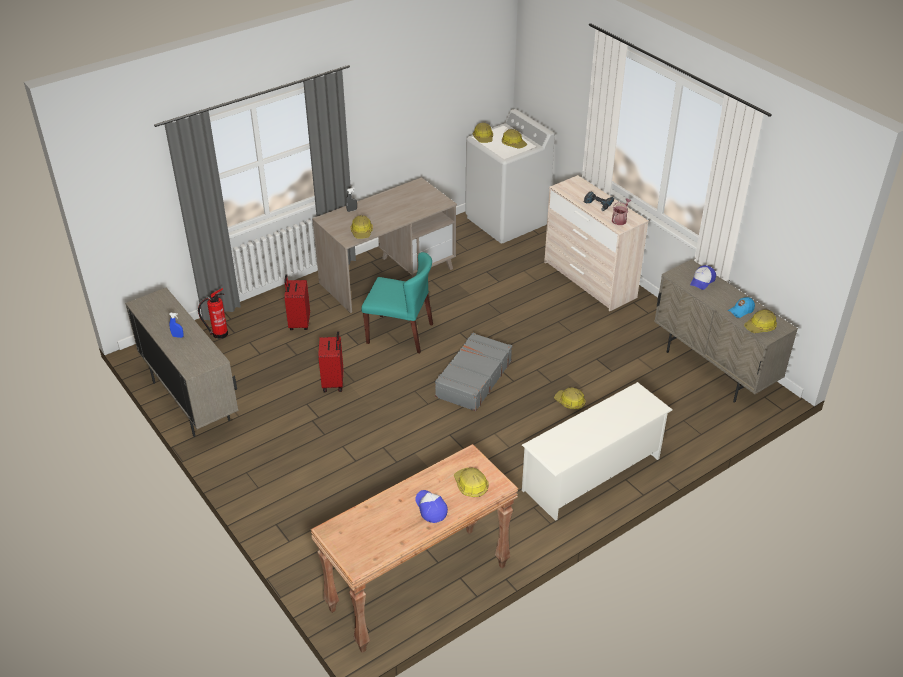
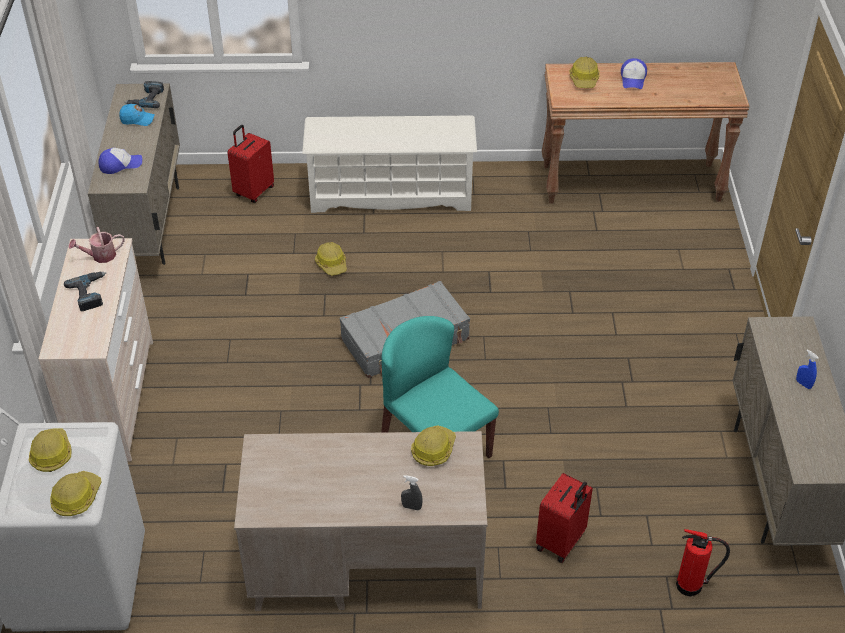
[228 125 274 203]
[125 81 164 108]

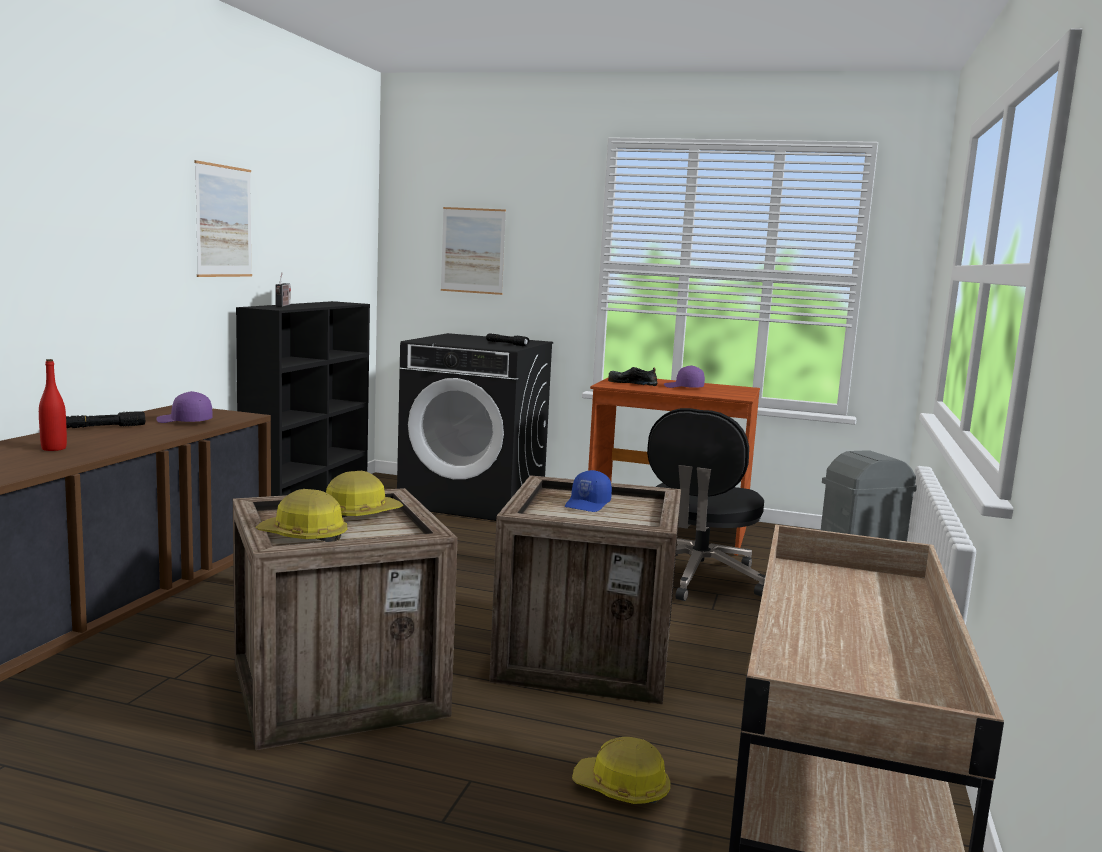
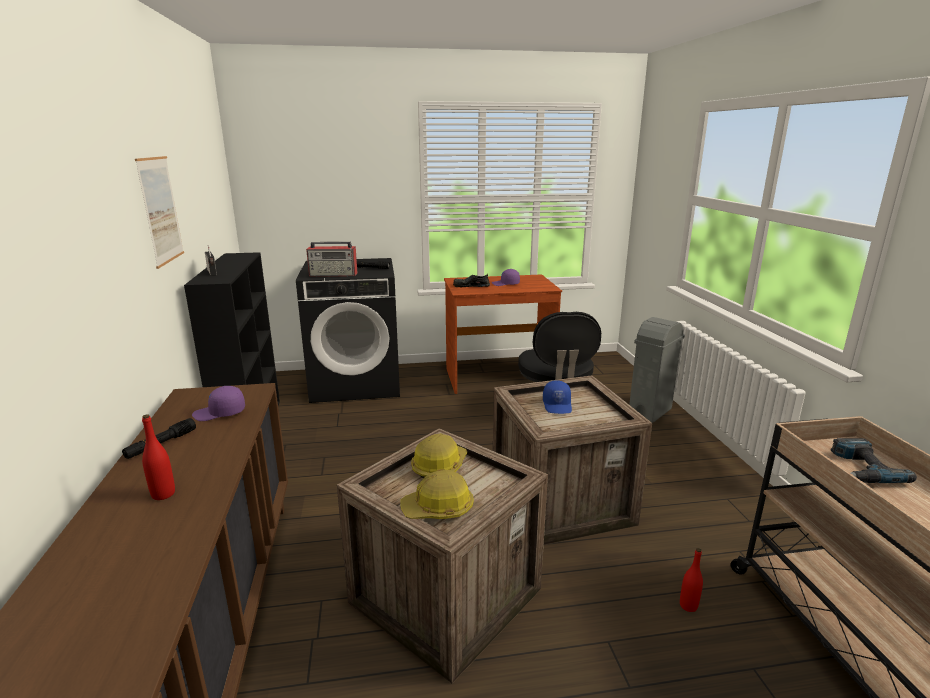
[441 207 506 295] (first image)
[306 241 357 276]
[831 438 917 483]
[680 548 703 612]

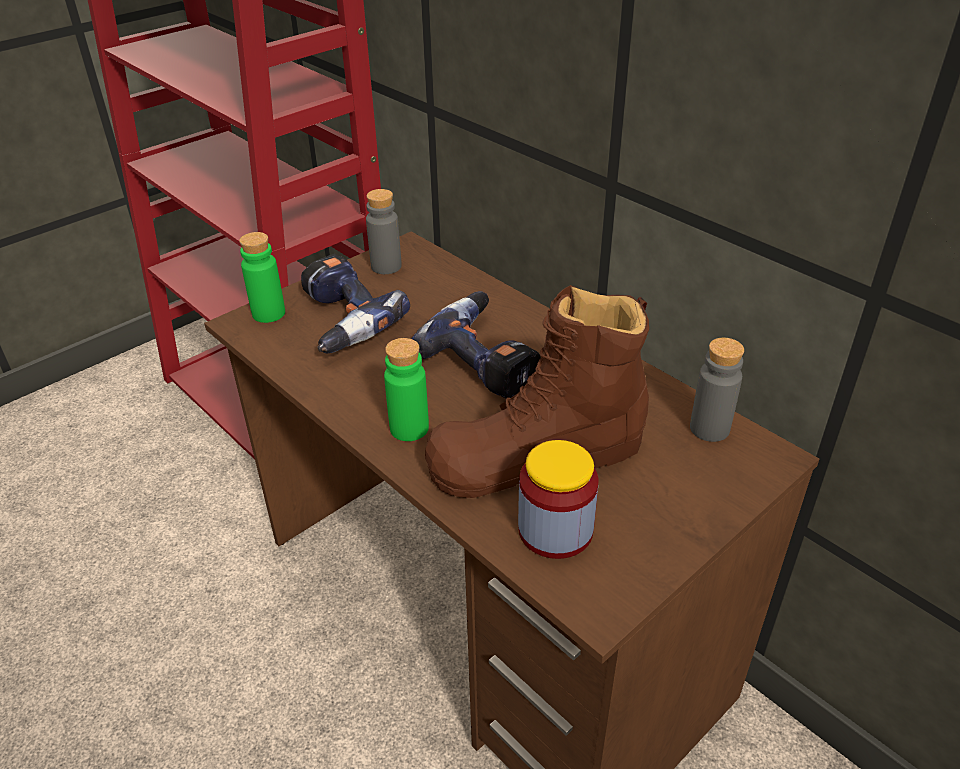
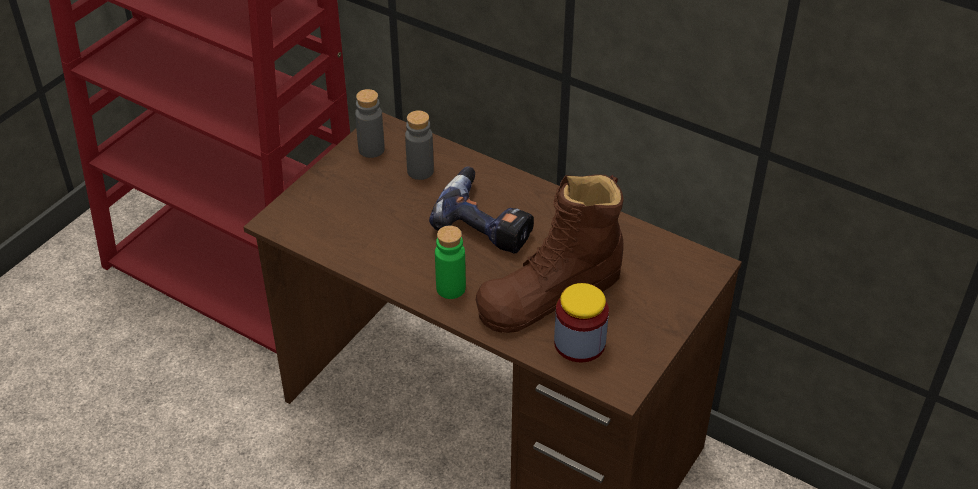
[239 232 285 323] (first image)
[301 254 410 353] (first image)
[405 110 434 180]

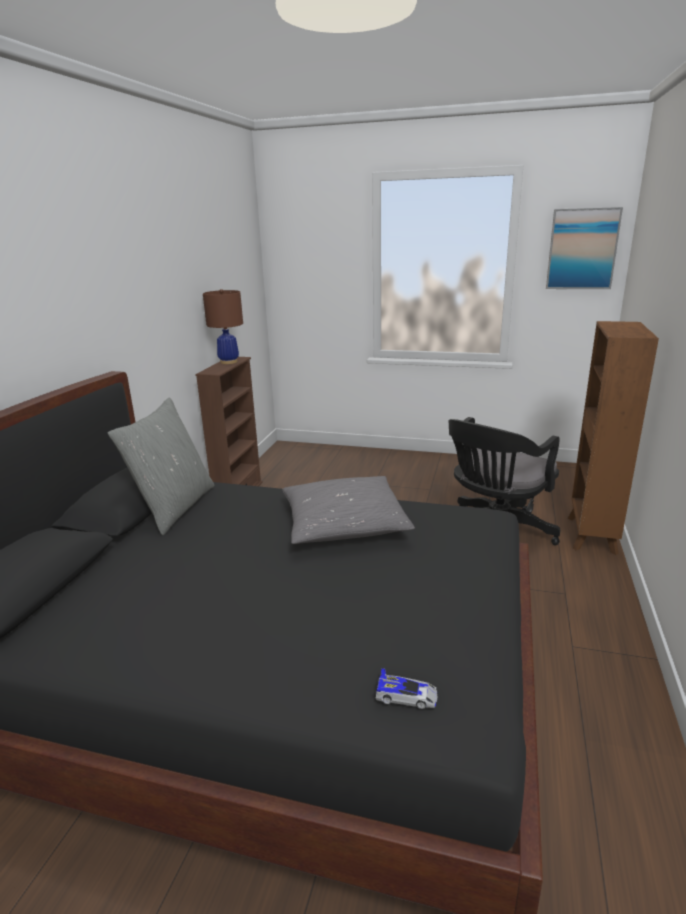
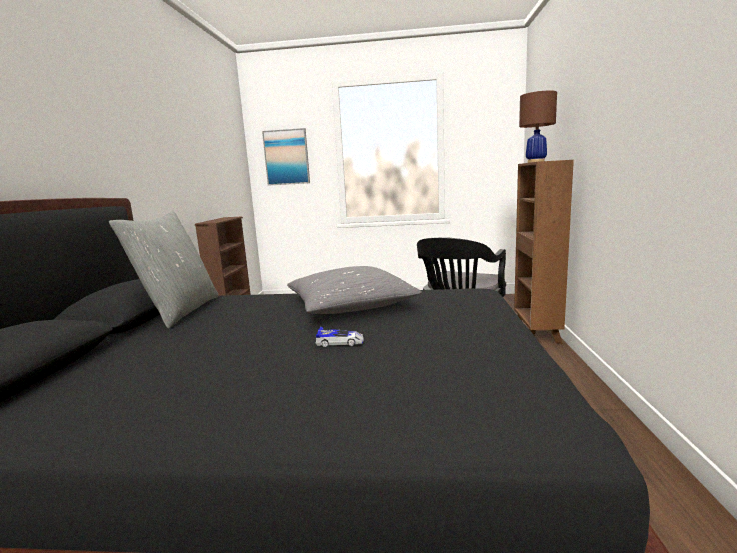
[519 91 557 163]
[316 327 364 347]
[262 128 310 186]

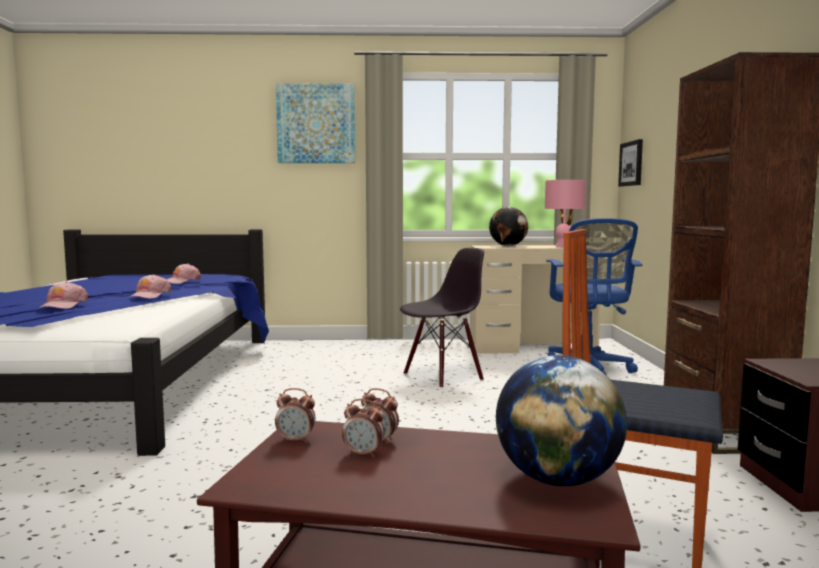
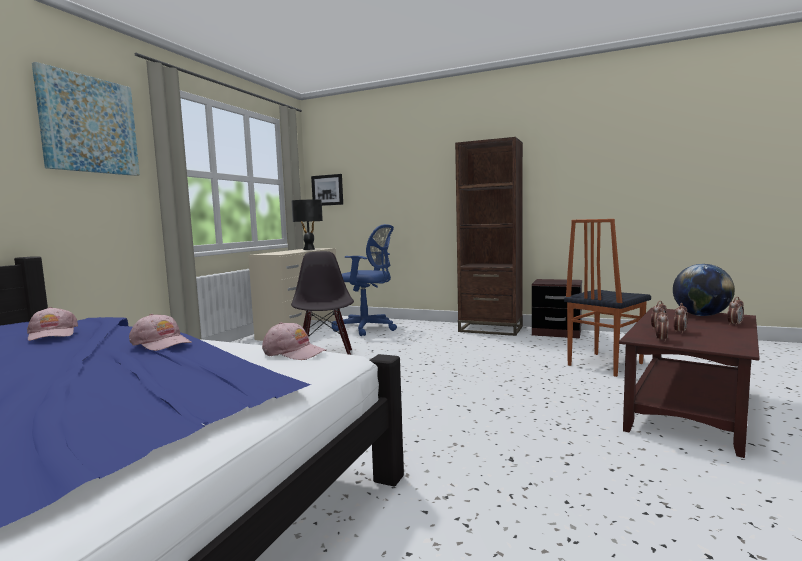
[489 207 528 246] (first image)
[727 297 744 326]
[262 322 327 360]
[292 200 323 250]

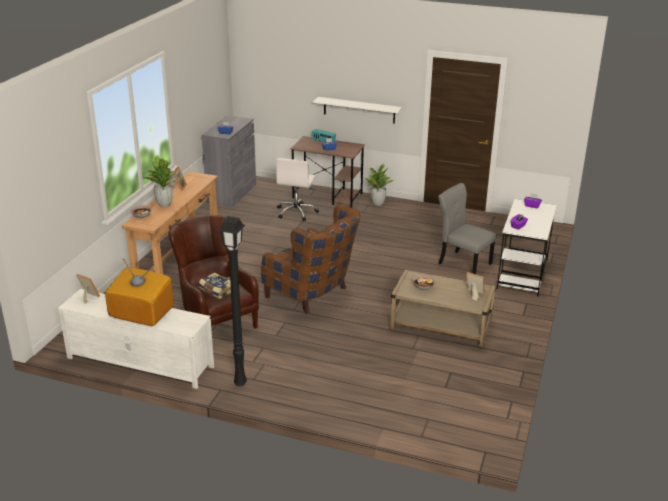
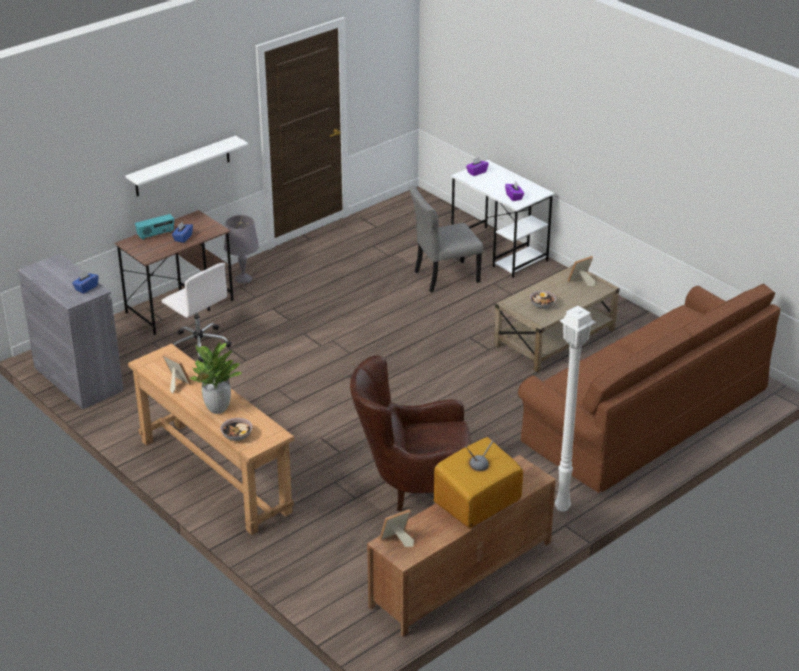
[199 273 231 299] (first image)
[261 204 360 314] (first image)
[518 284 780 493]
[224 215 259 283]
[367 455 556 637]
[555 306 596 511]

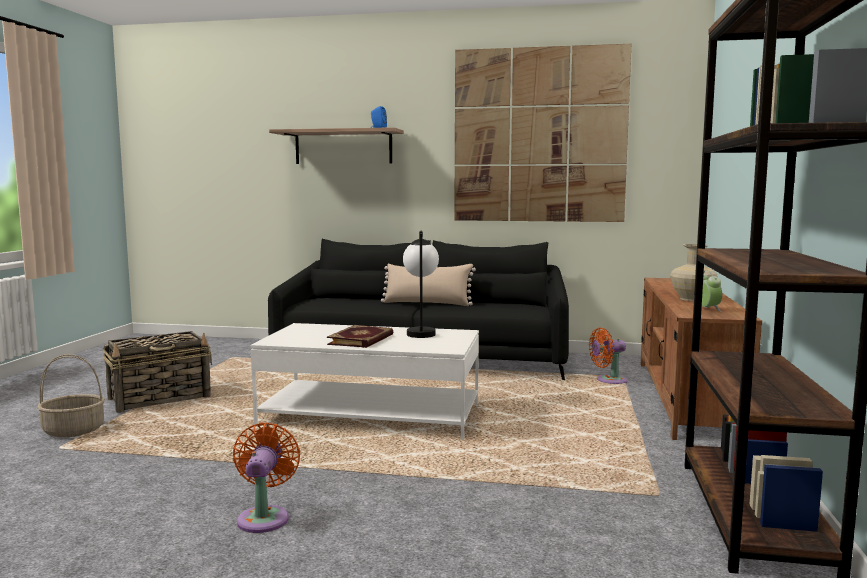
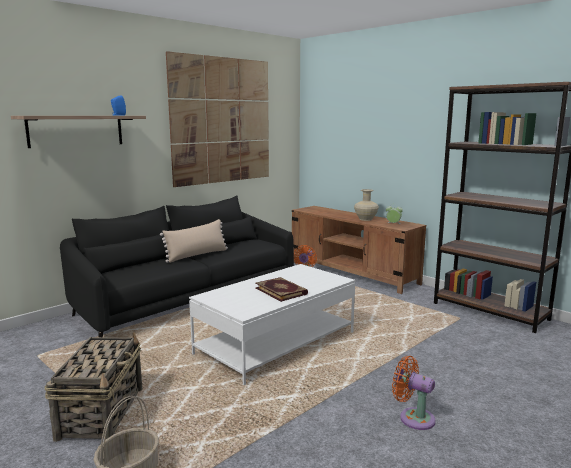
[403 231 439 338] (first image)

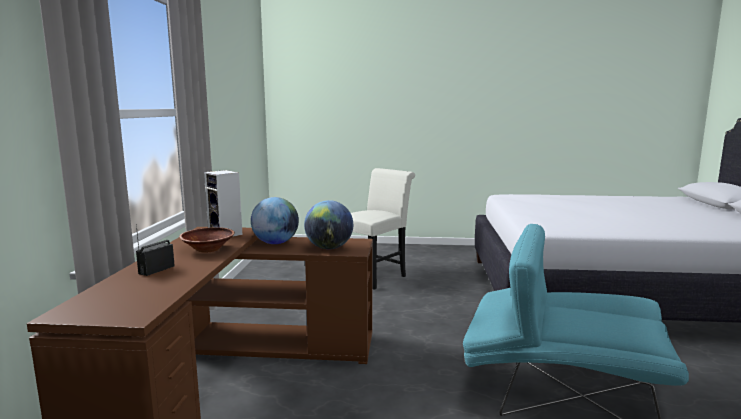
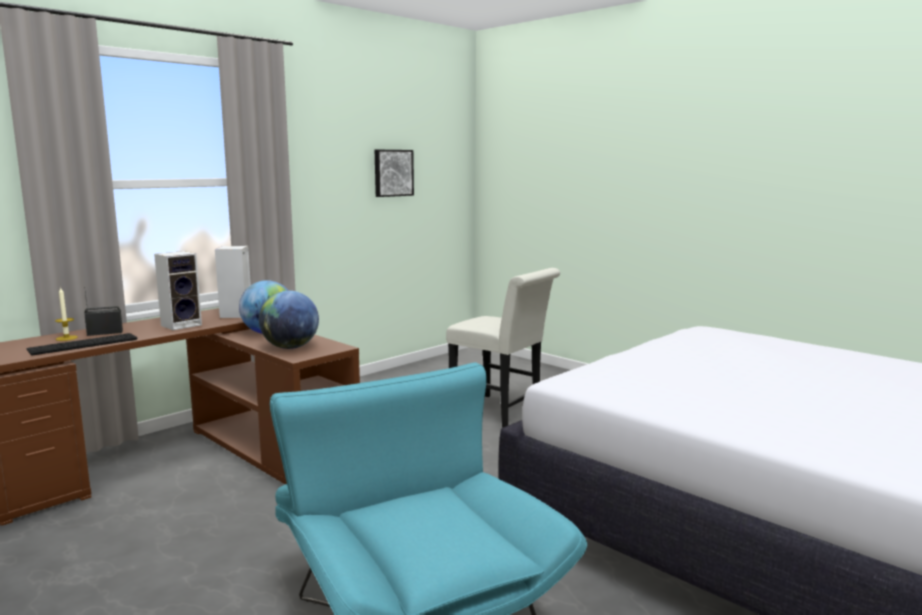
[26 333 138 355]
[55 288 78 341]
[375 150 414 197]
[154 251 202 330]
[446 268 560 427]

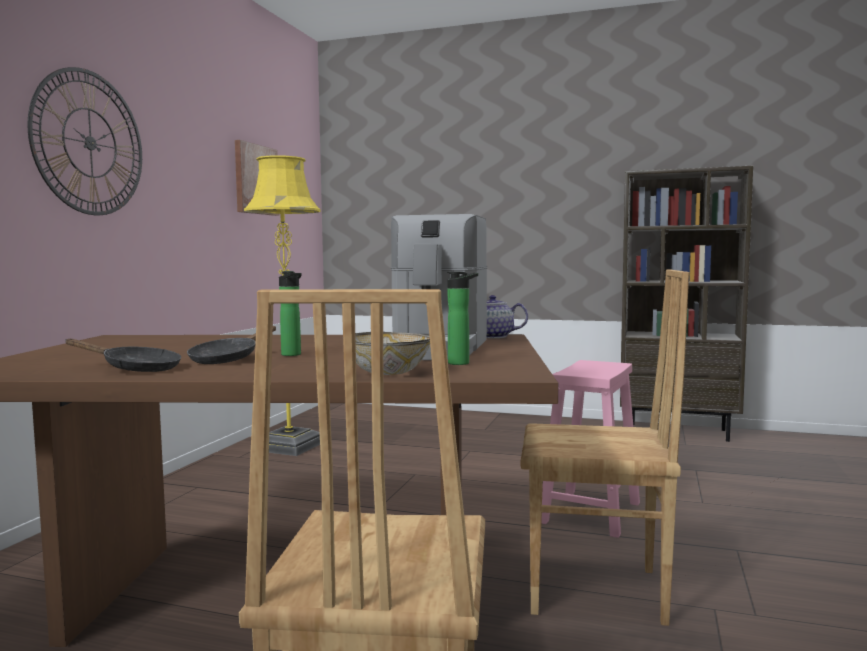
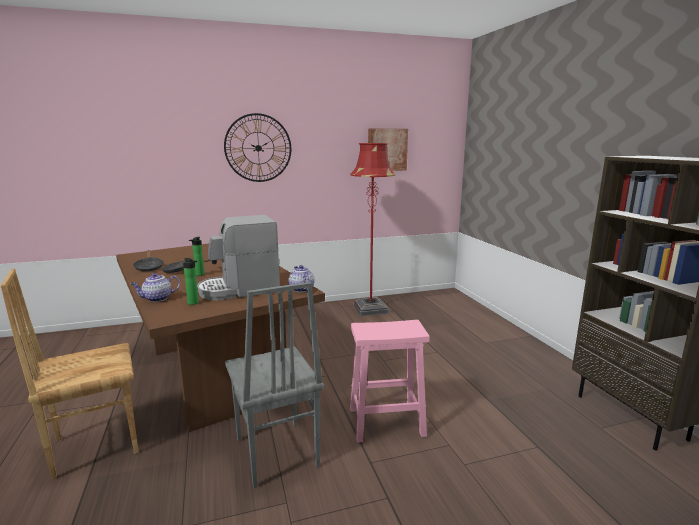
[131 273 180 302]
[351 143 396 316]
[225 282 324 488]

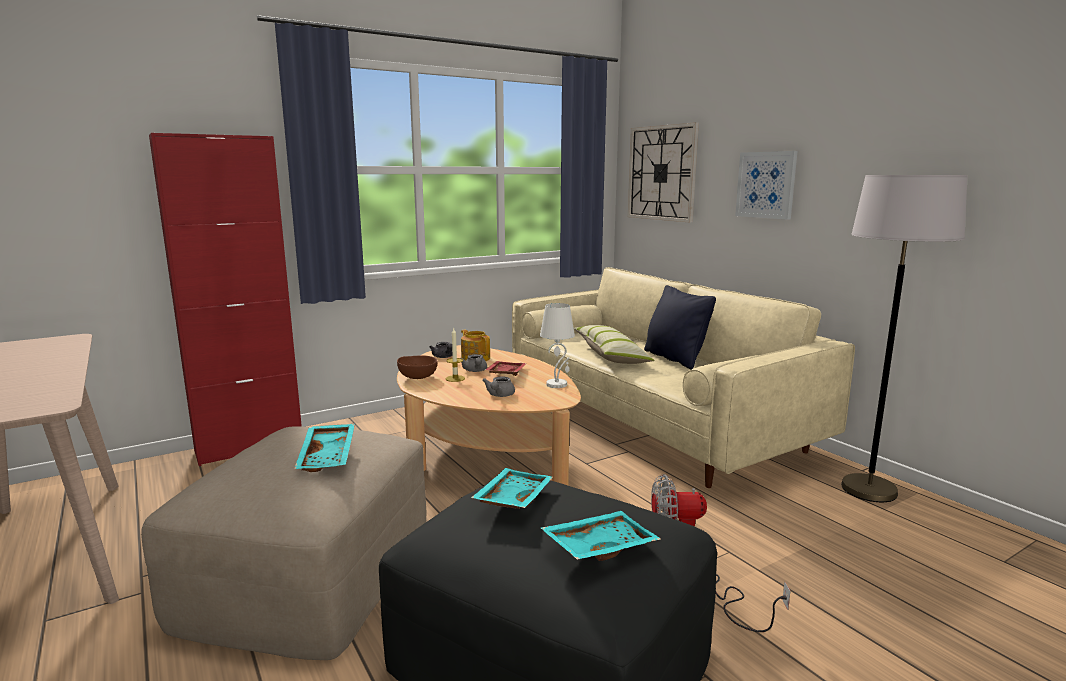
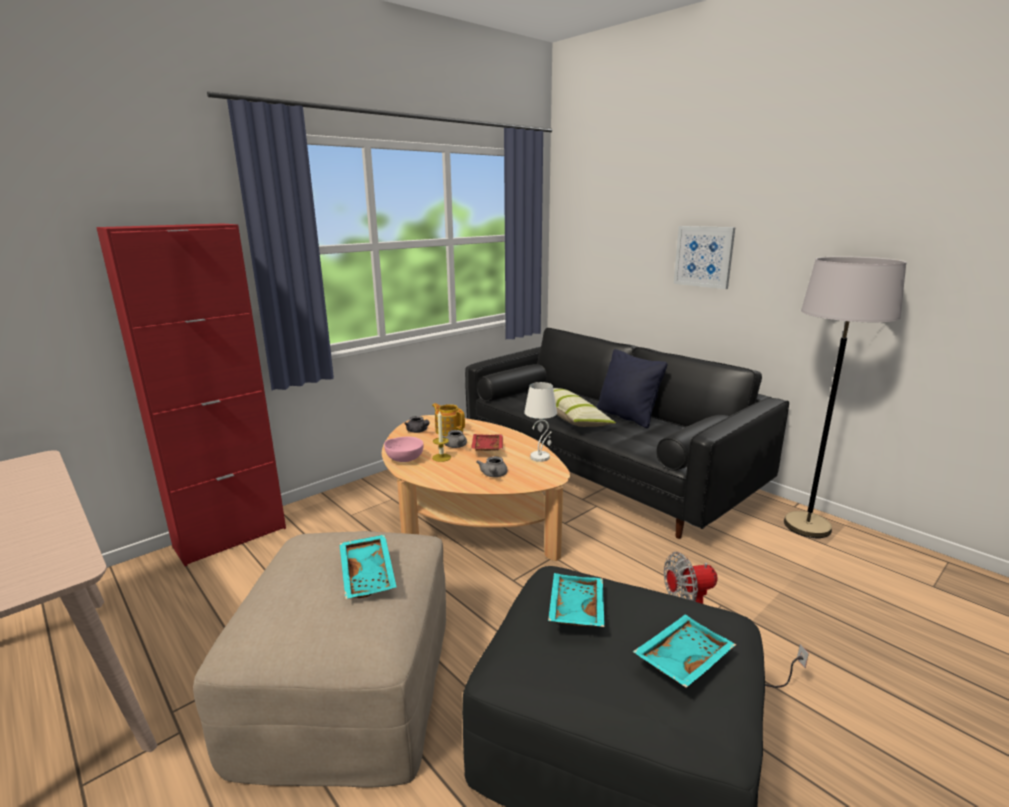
[628 122 699 222] (first image)
[384 436 424 462]
[465 328 789 539]

